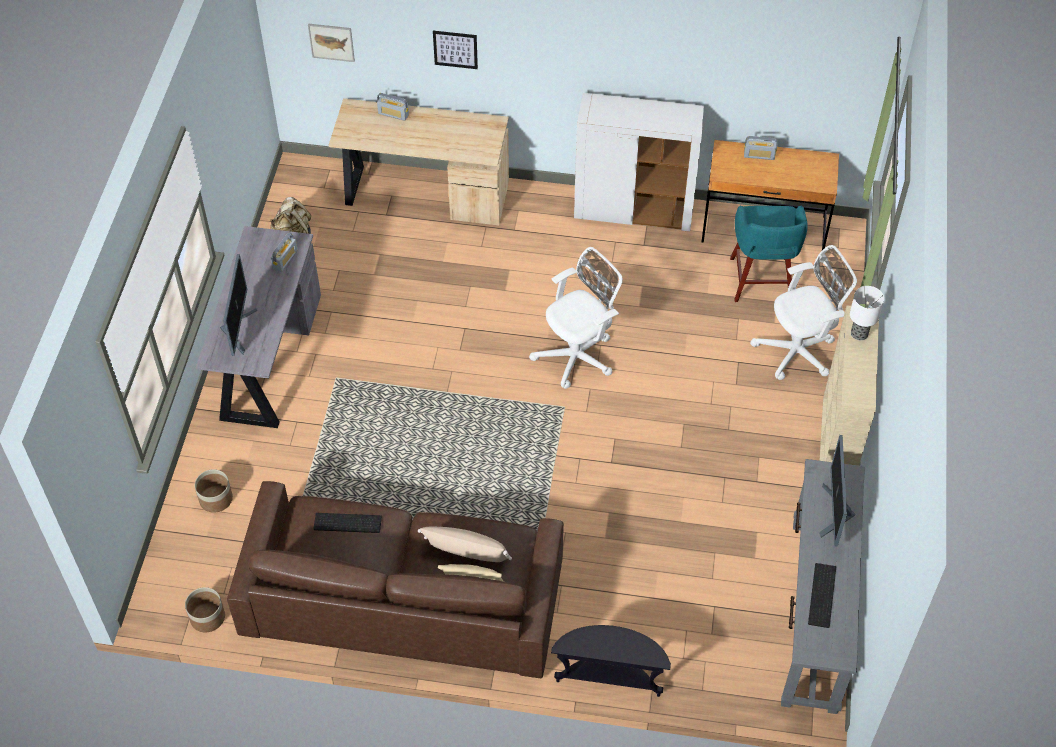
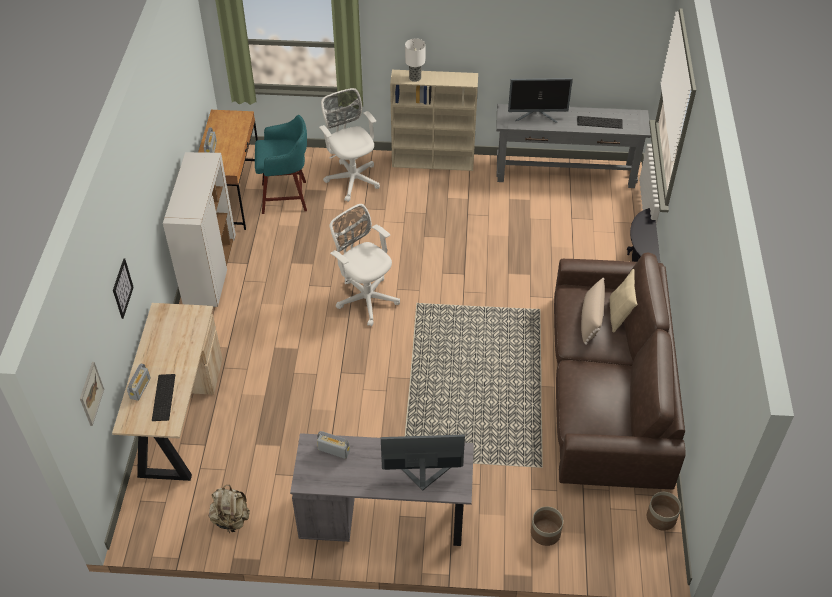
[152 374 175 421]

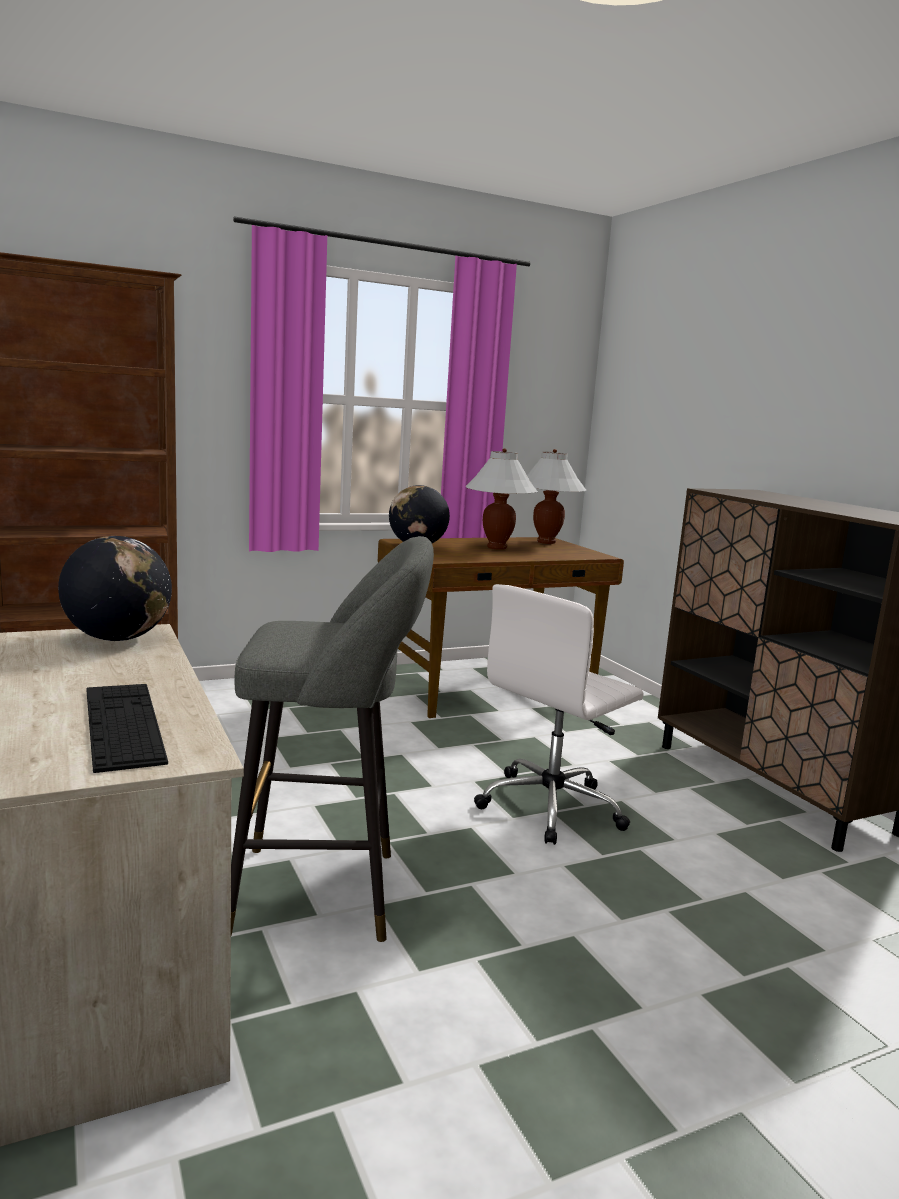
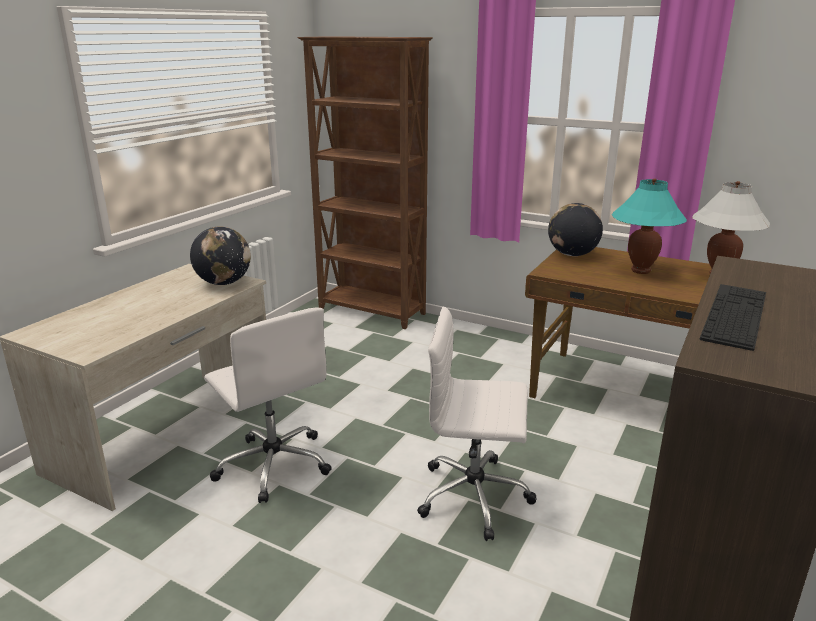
[699 284 766 351]
[204 307 332 503]
[612 178 687 274]

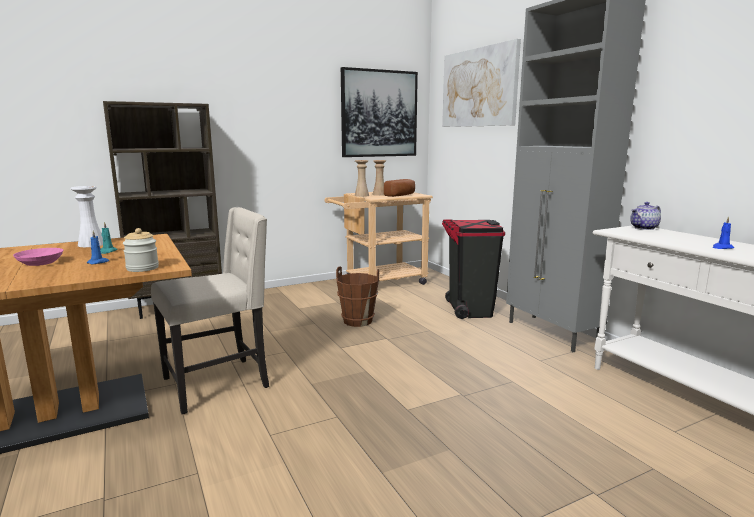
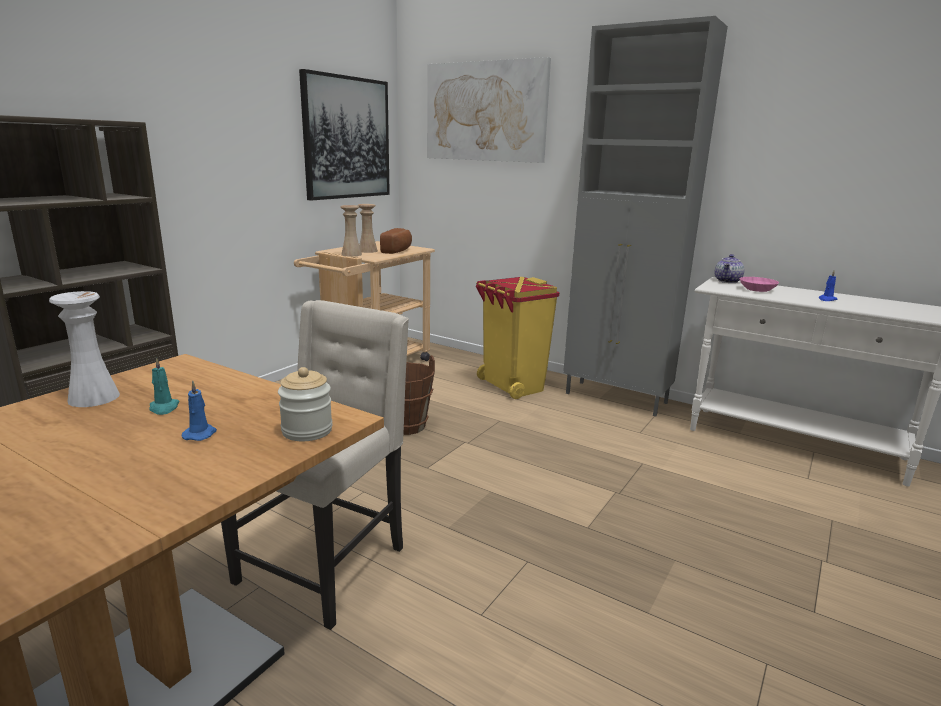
[740 277 779 292]
[476 277 559 399]

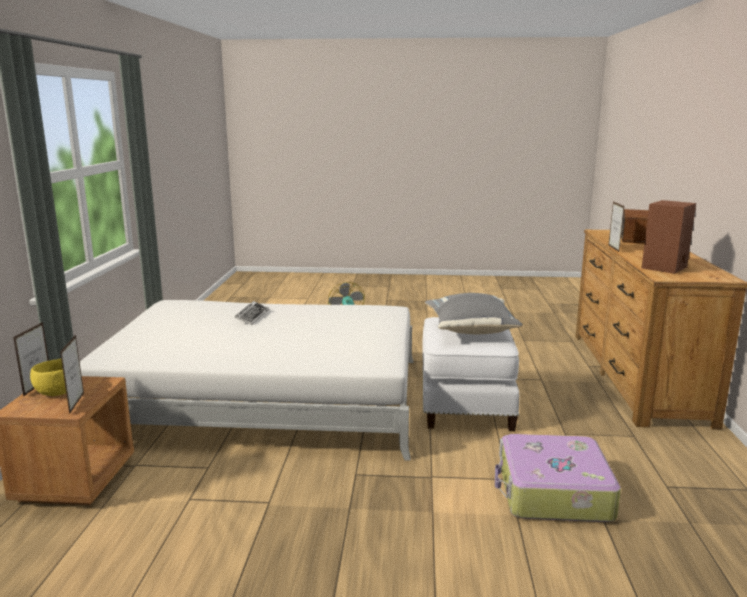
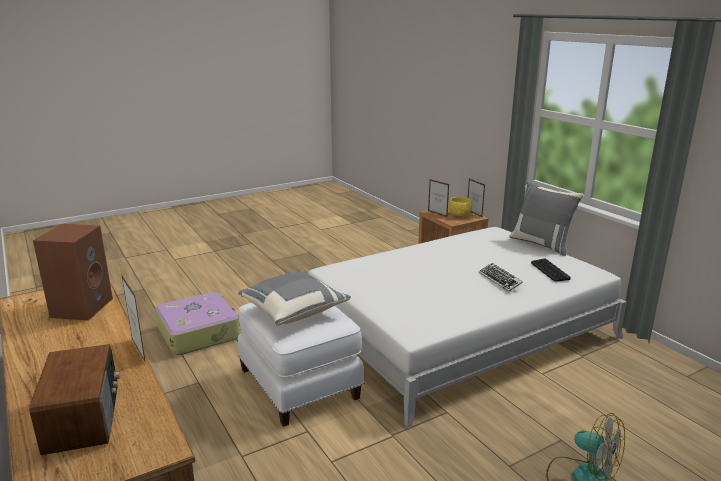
[509 182 583 256]
[531 258 570 282]

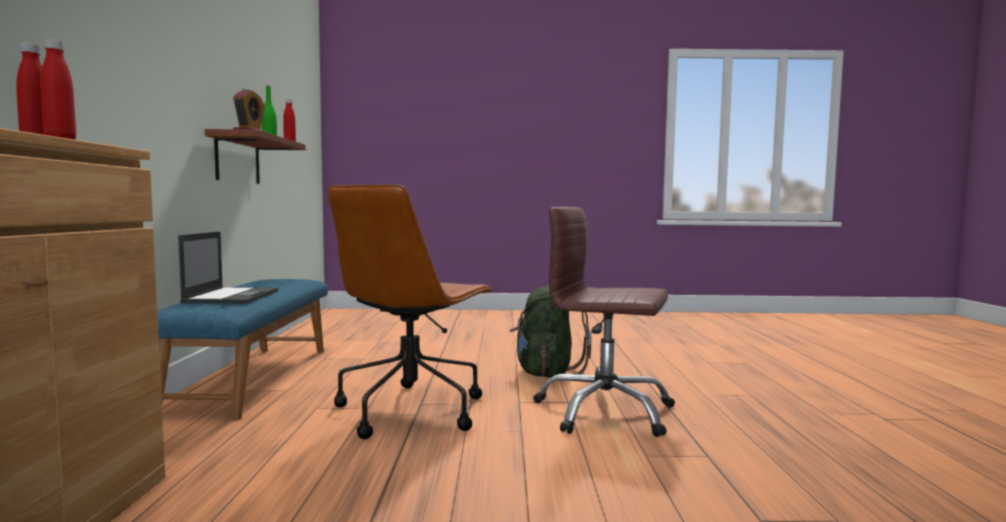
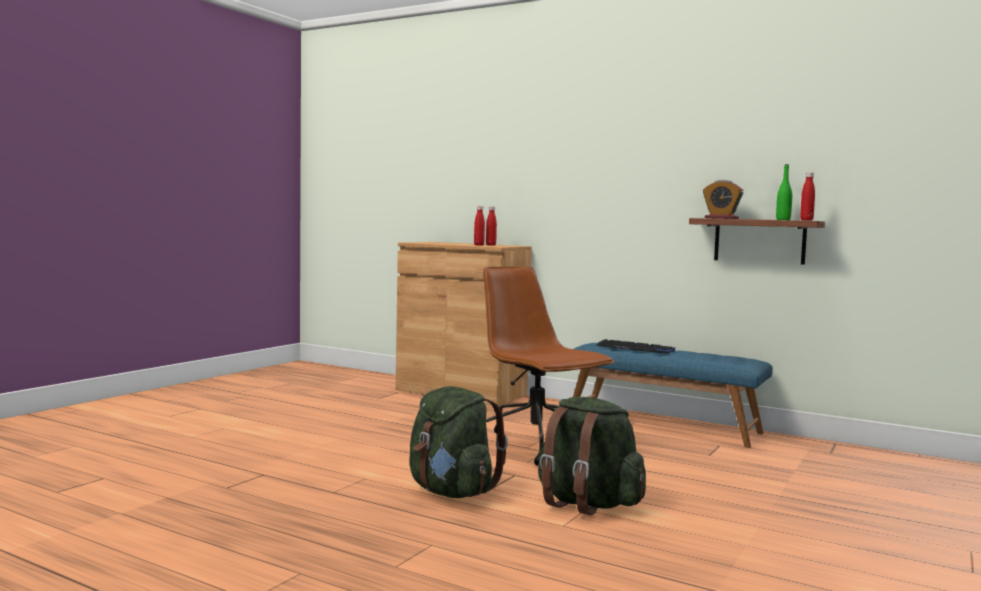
[596 339 675 354]
[409 386 508 498]

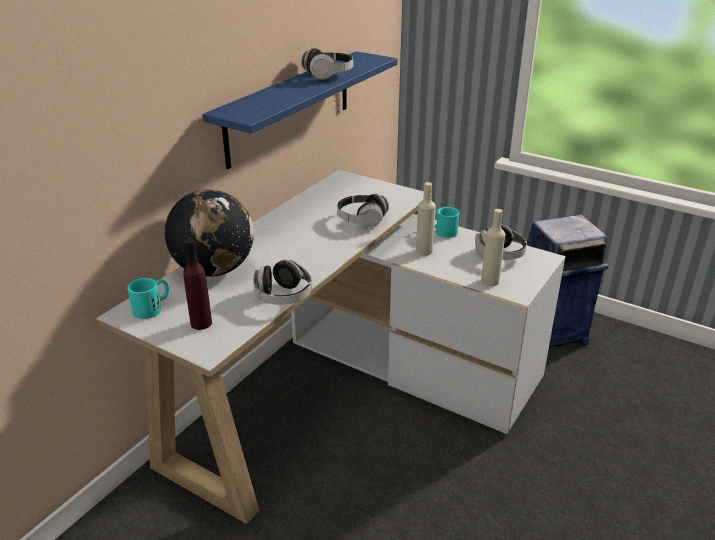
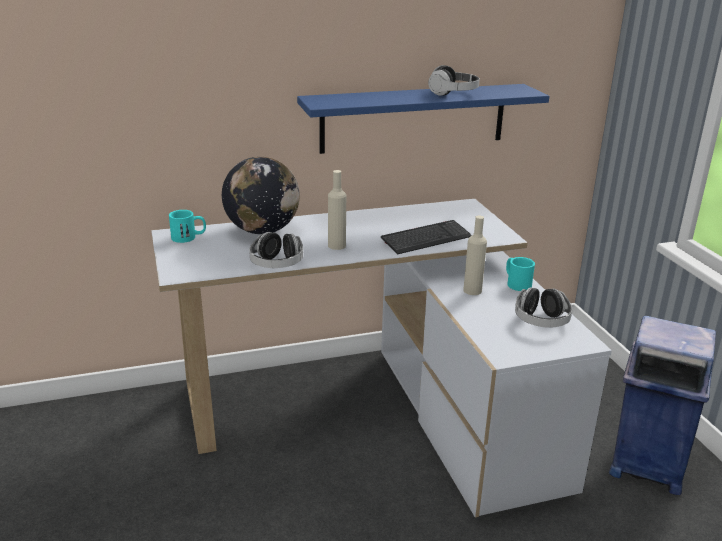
[183 239 212 330] (first image)
[328 170 346 250]
[381 220 472 254]

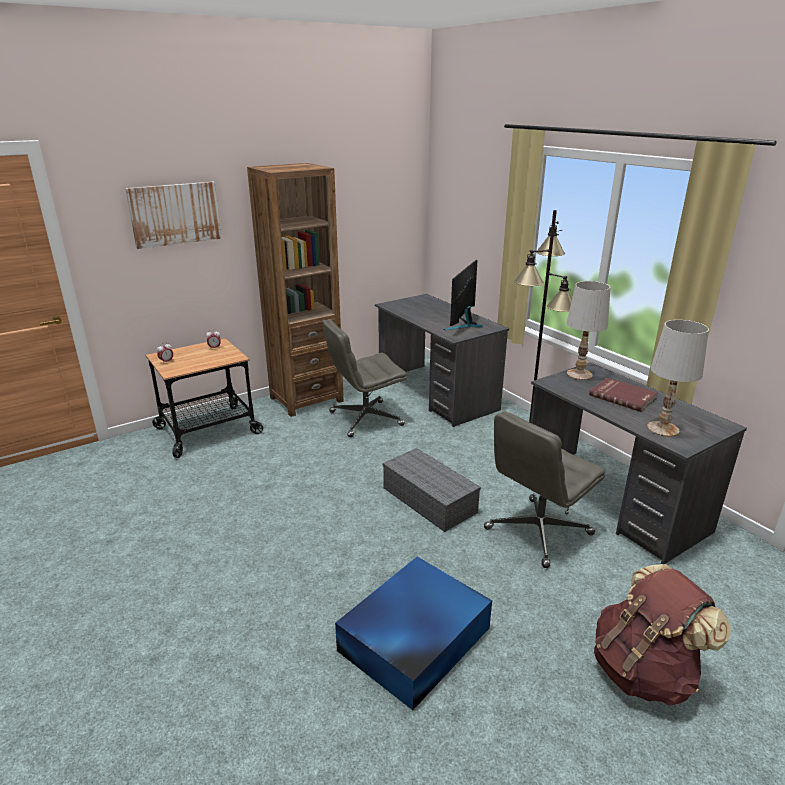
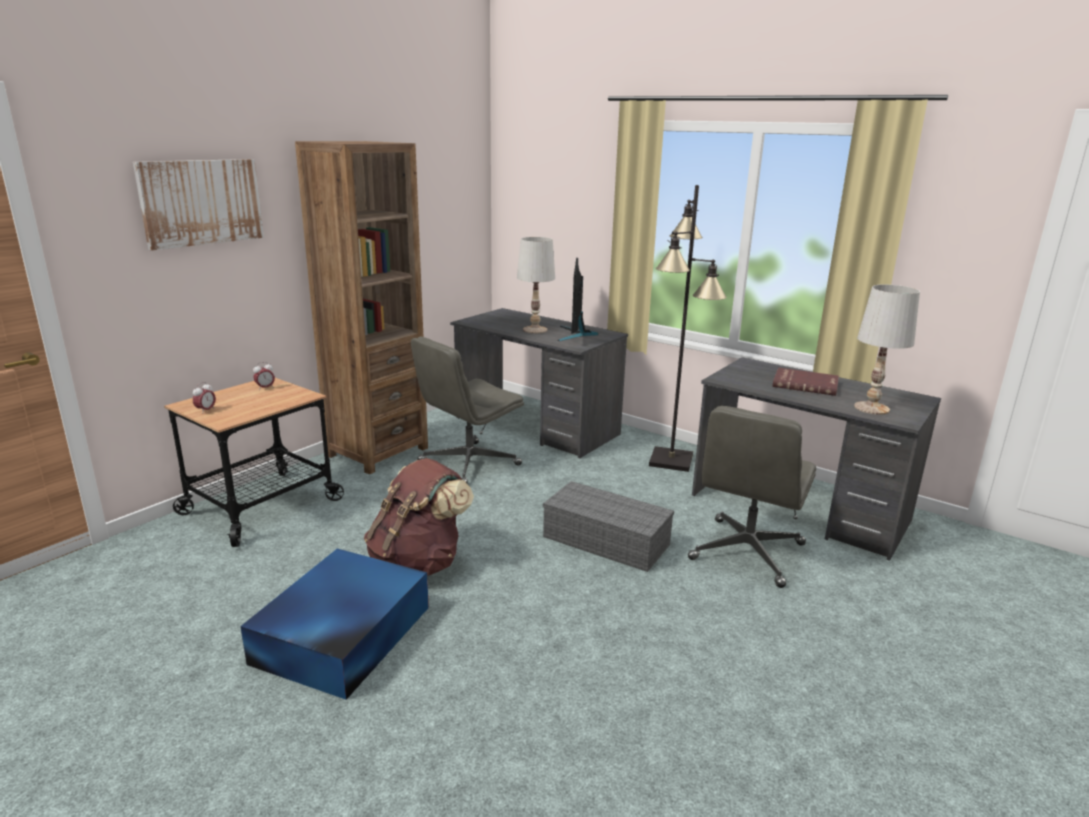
[240 549 429 700]
[517 237 555 333]
[364 458 474 575]

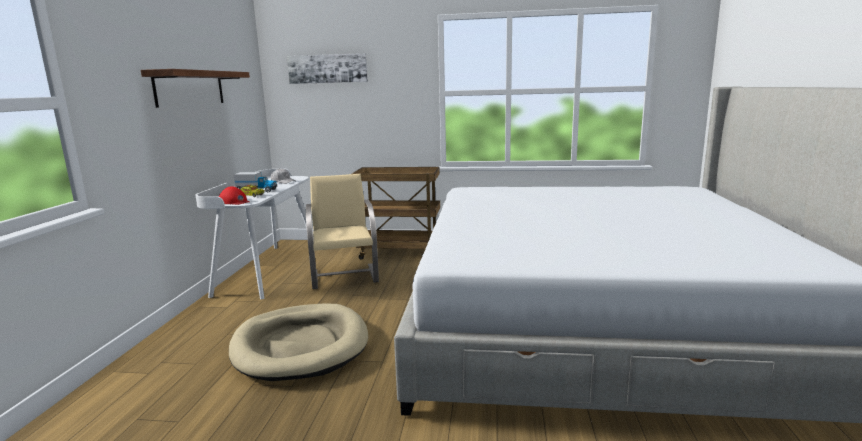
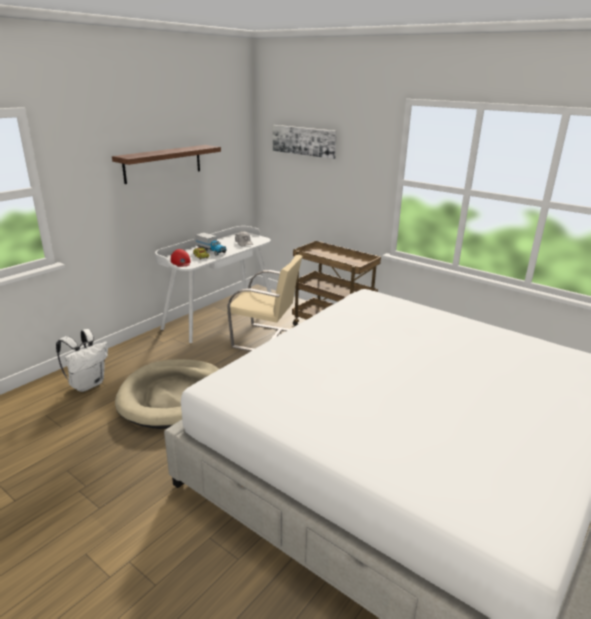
[56 329 108 392]
[226 254 302 351]

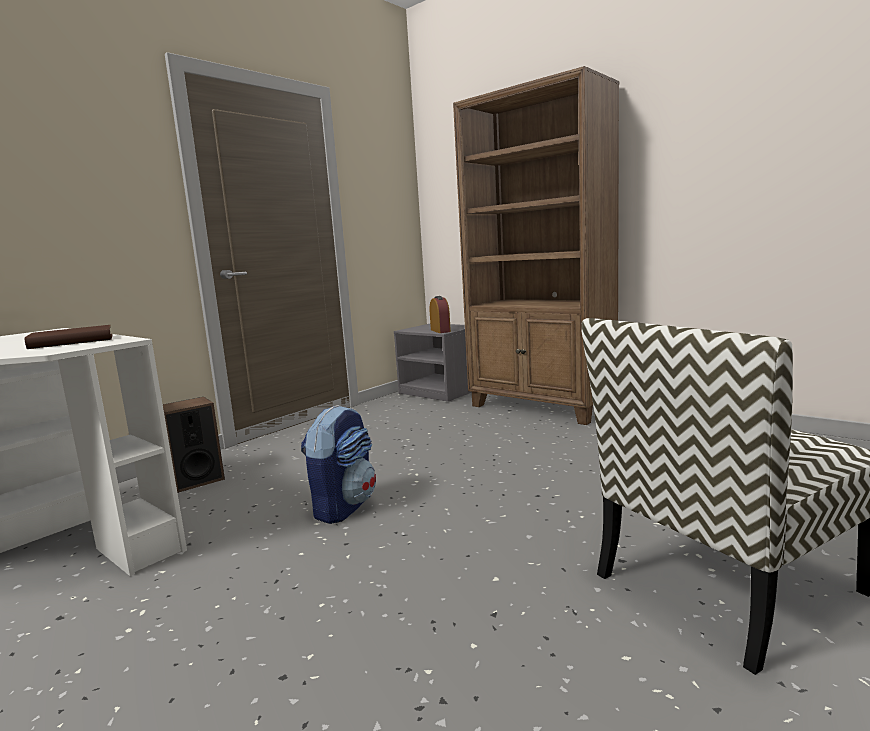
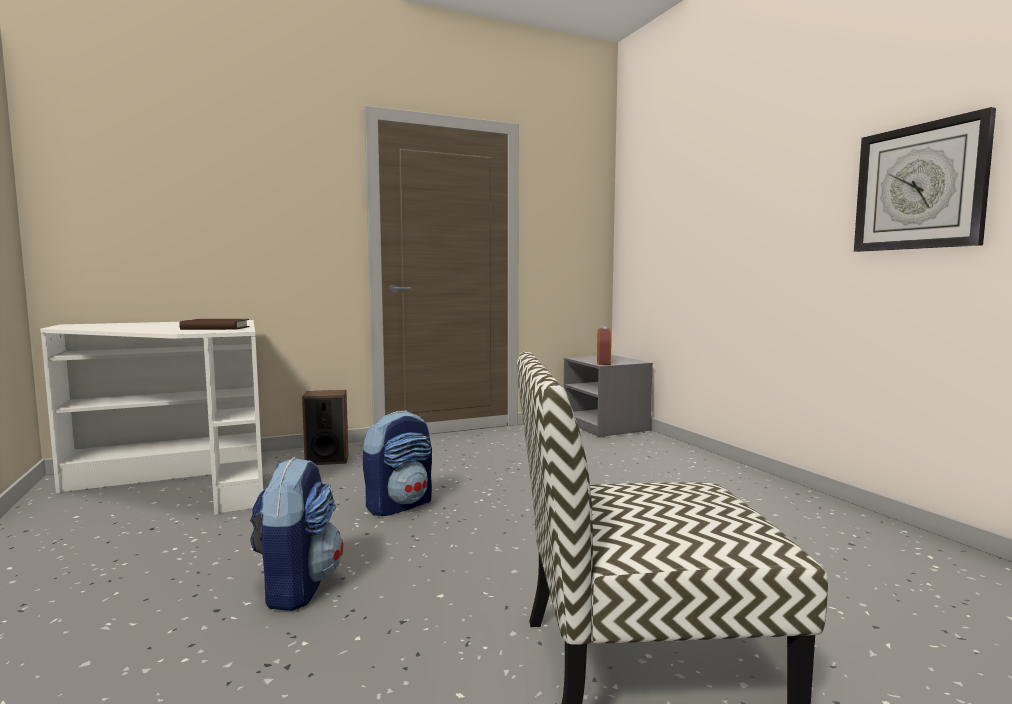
[453 66 619 425] (first image)
[250 457 343 611]
[854 107 996 252]

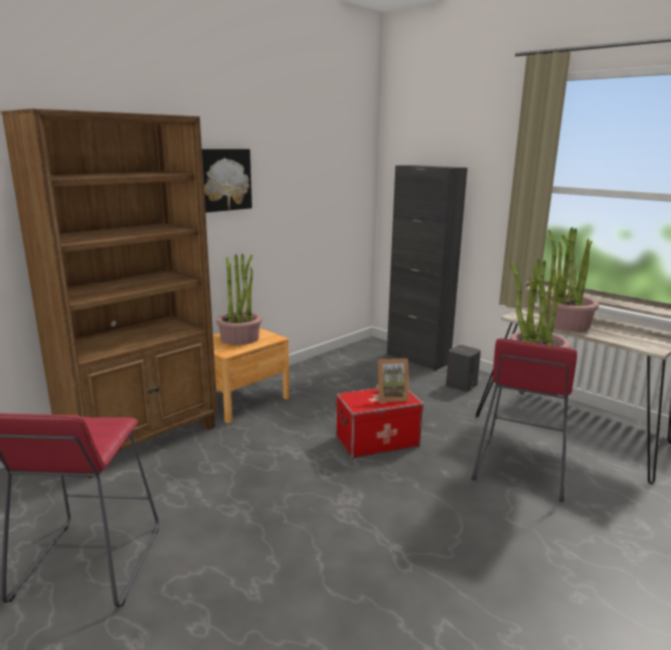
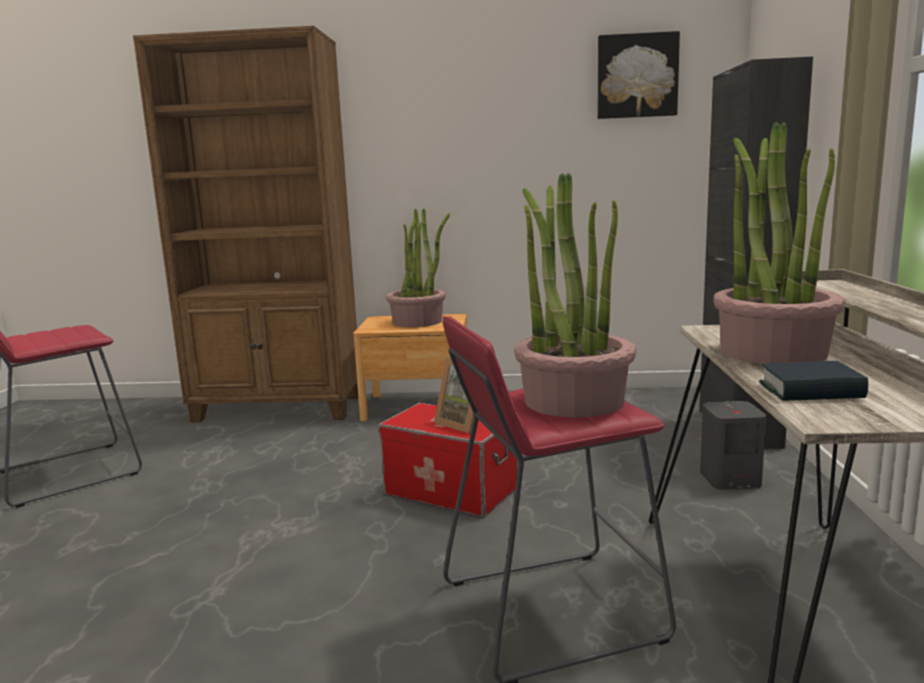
[759 361 868 401]
[598 31 680 119]

